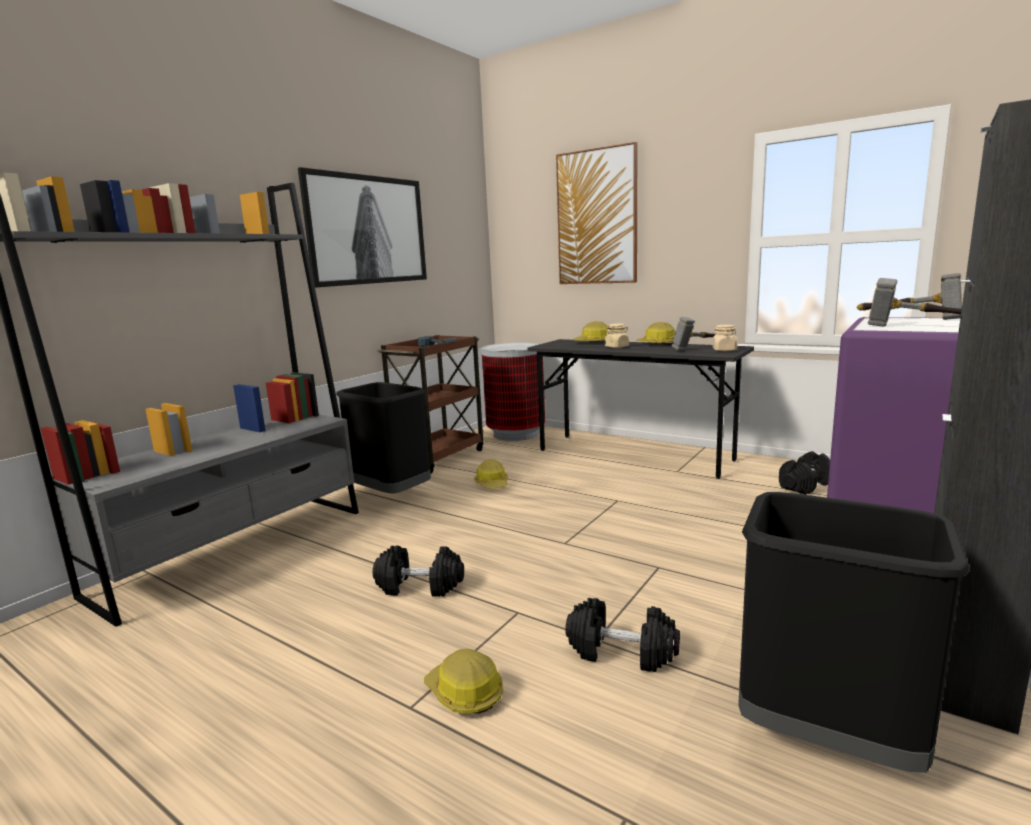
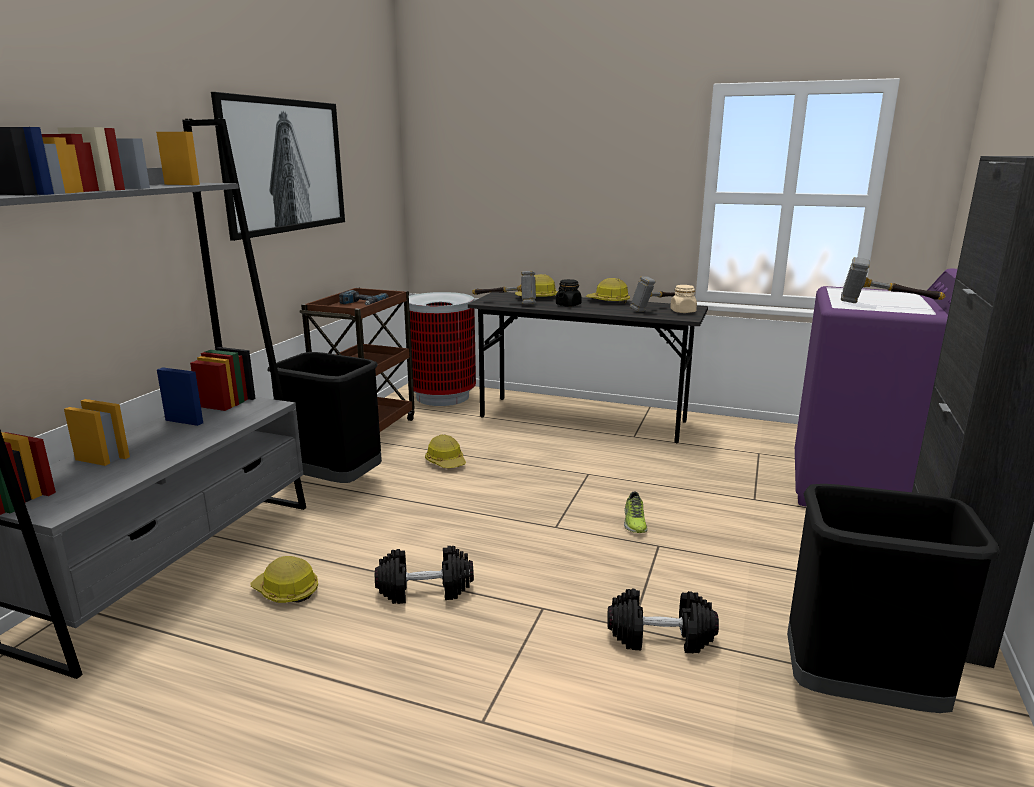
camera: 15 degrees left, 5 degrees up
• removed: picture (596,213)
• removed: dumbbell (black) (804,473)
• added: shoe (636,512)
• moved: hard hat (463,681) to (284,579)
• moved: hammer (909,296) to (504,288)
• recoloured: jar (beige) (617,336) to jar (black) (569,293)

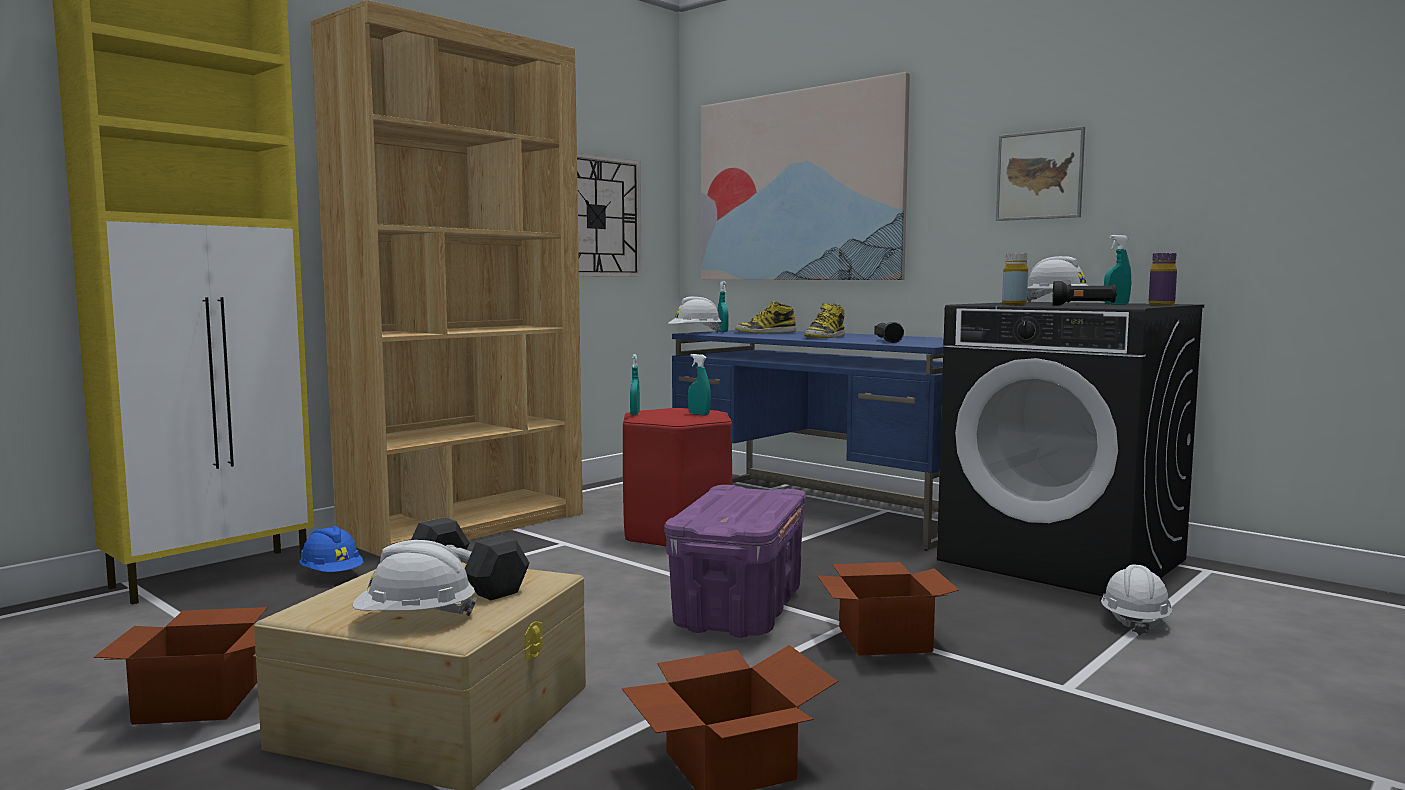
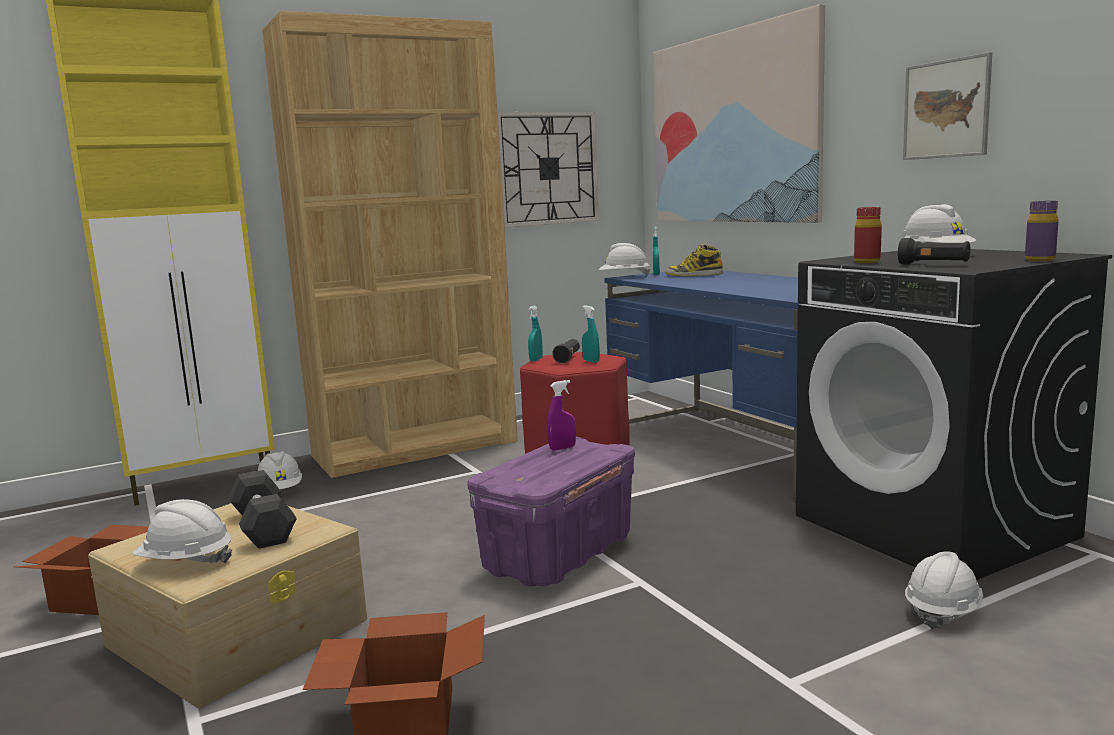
camera: 20 degrees right, 5 degrees up
• removed: boot (824,320)
• removed: cardboard box (888,609)
• removed: spray bottle (turquoise) (1117,270)
• added: spray bottle (purple) (561,415)
• moved: flashlight (black) (889,332) to (566,351)
• recoloured: hard hat (blue) (331,549) to hard hat (white) (280,470)
• recoloured: bottle (yellow) (1015,279) to bottle (red) (868,235)

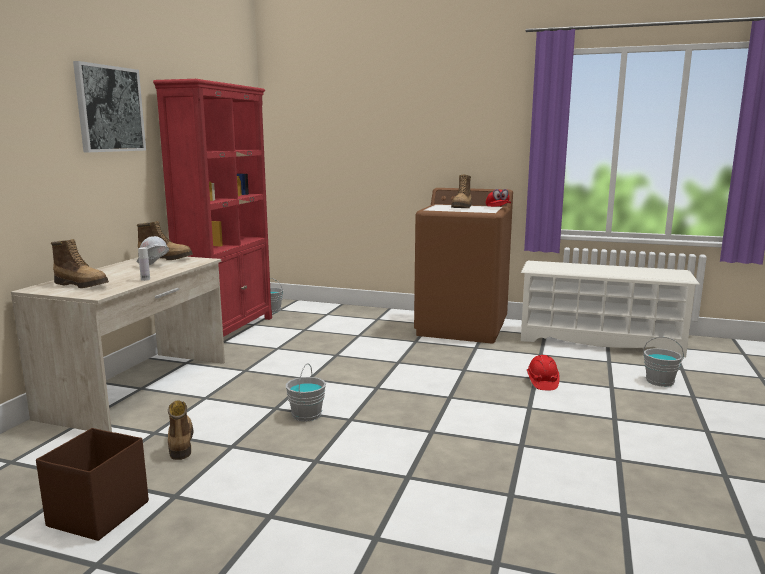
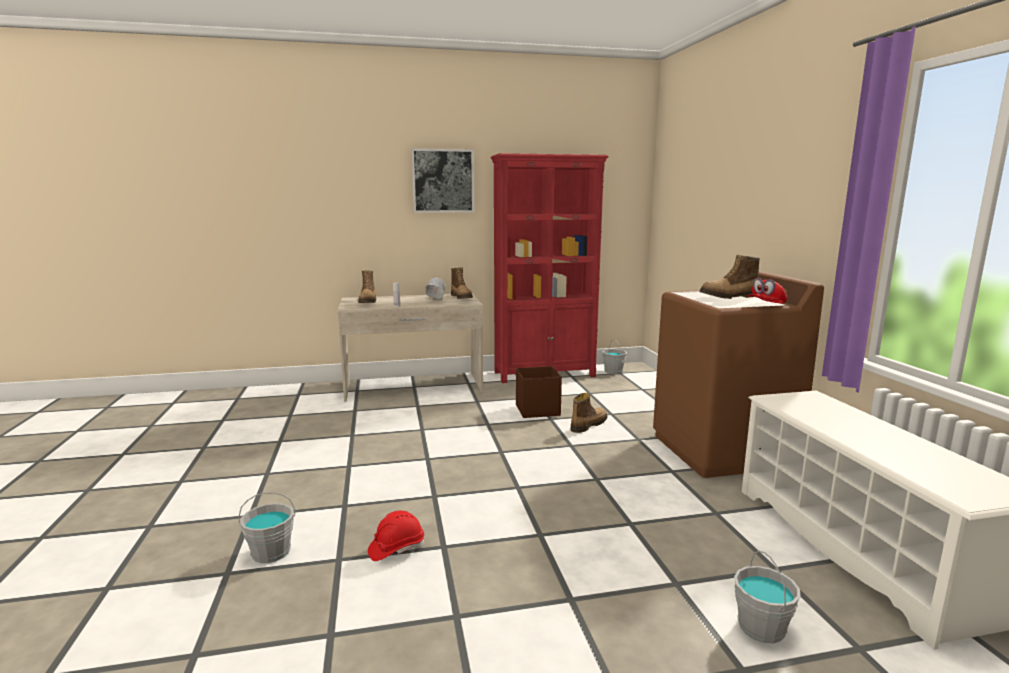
camera: 60 degrees right, 0 degrees up
• moved: storage box (brown) (92,484) to (539,392)
• moved: boot (181,430) to (588,413)
• moved: bucket (grey) (306,392) to (266,527)
• moved: hard hat (red) (543,372) to (396,535)

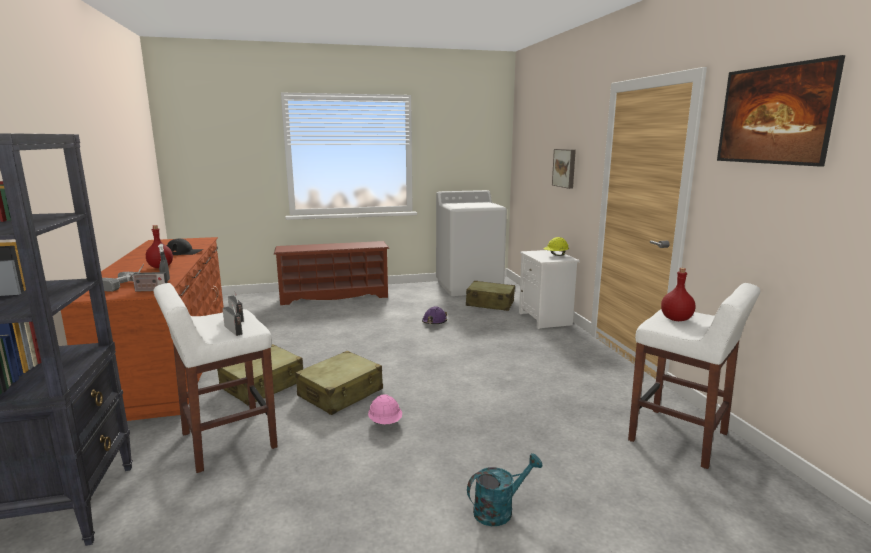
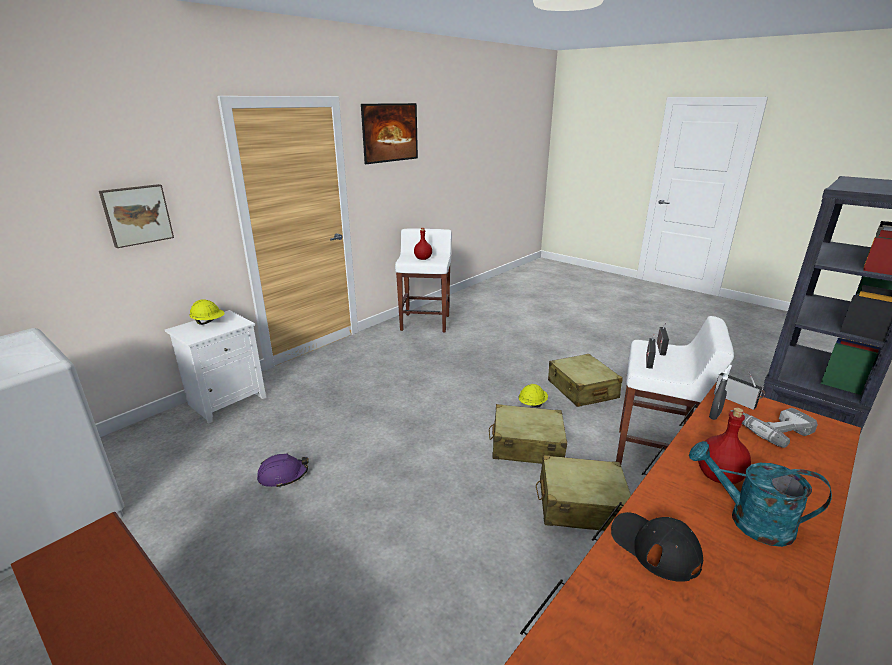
camera: 125 degrees left, 10 degrees up
• moved: suitcase (beige) (490,296) to (585,380)
• moved: watering can (turquoise) (505,489) to (760,494)
• recoloured: hard hat (pink) (385,409) to hard hat (yellow) (533,395)

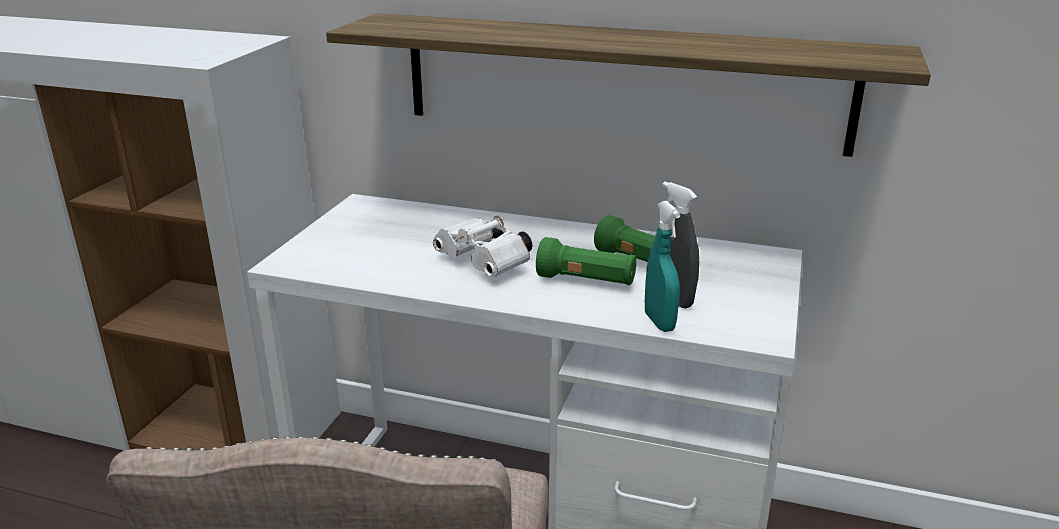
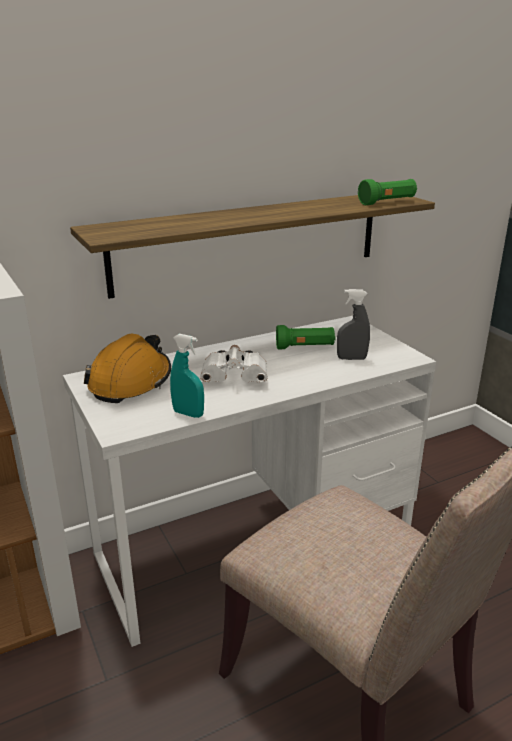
camera: 45 degrees left, 0 degrees up
• added: hard hat (orange) (127,368)
• moved: flashlight (green) (586,261) to (387,192)
• moved: spray bottle (turquoise) (662,266) to (187,376)

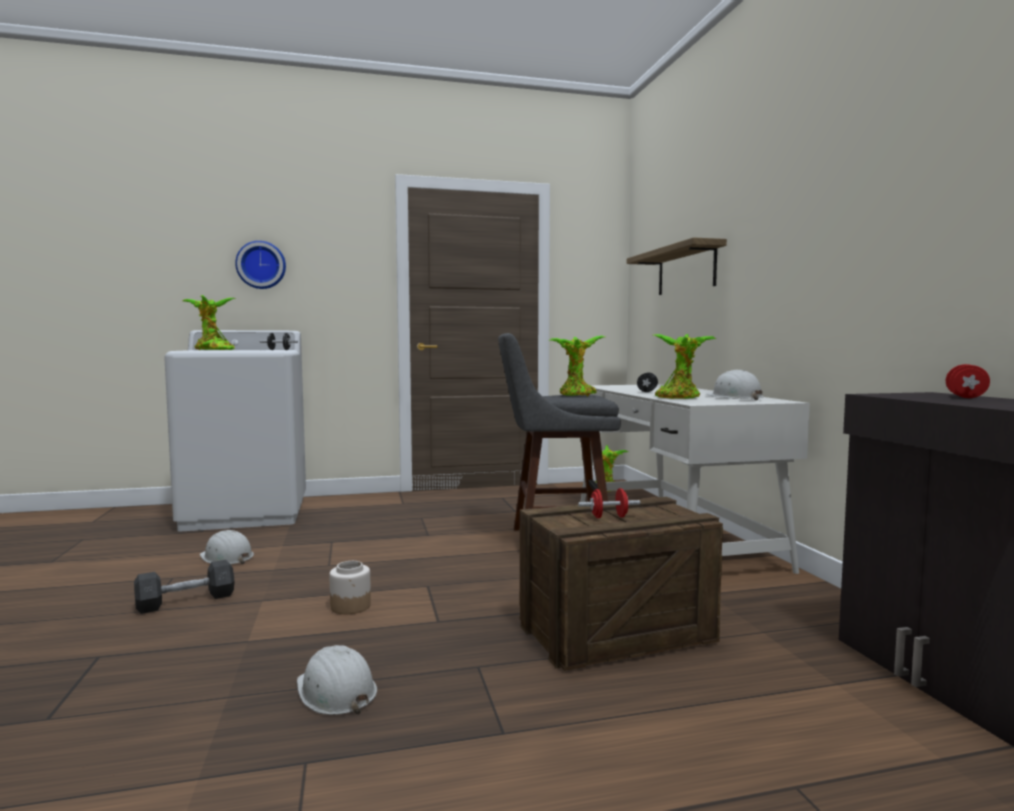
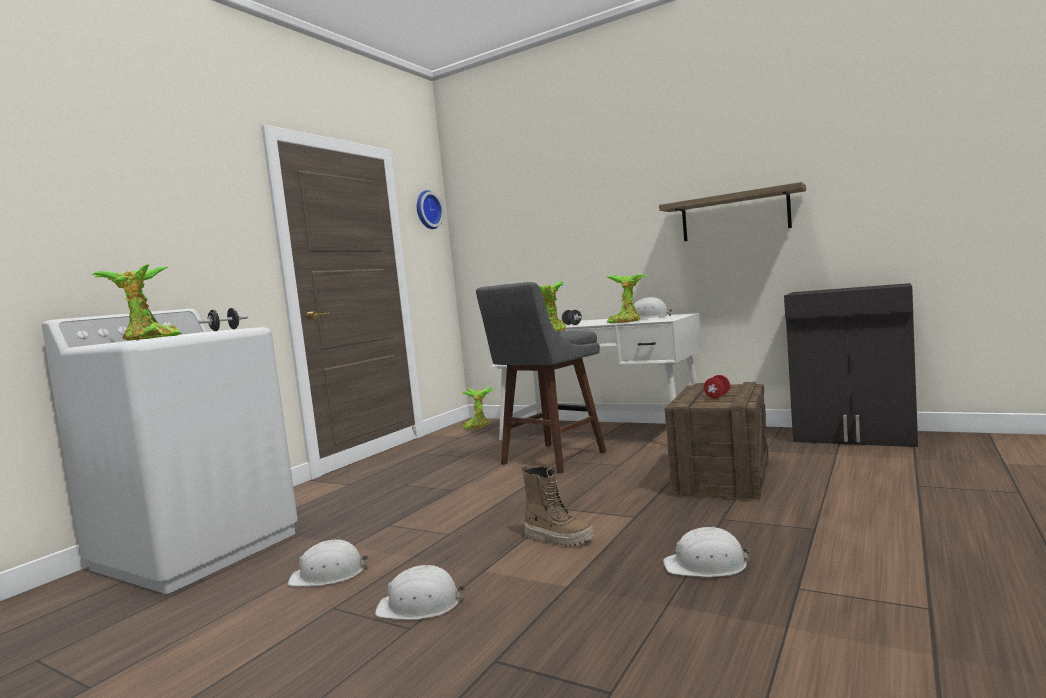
camera: 45 degrees left, 0 degrees up
• removed: dumbbell (red) (968,381)
• moved: wall clock (260,265) to (430,209)
• moved: shelf (677,266) to (732,211)
• replaced: dumbbell (grey) (184,587) to hard hat (white) (420,592)
• replaced: jar (350,587) to boot (558,506)

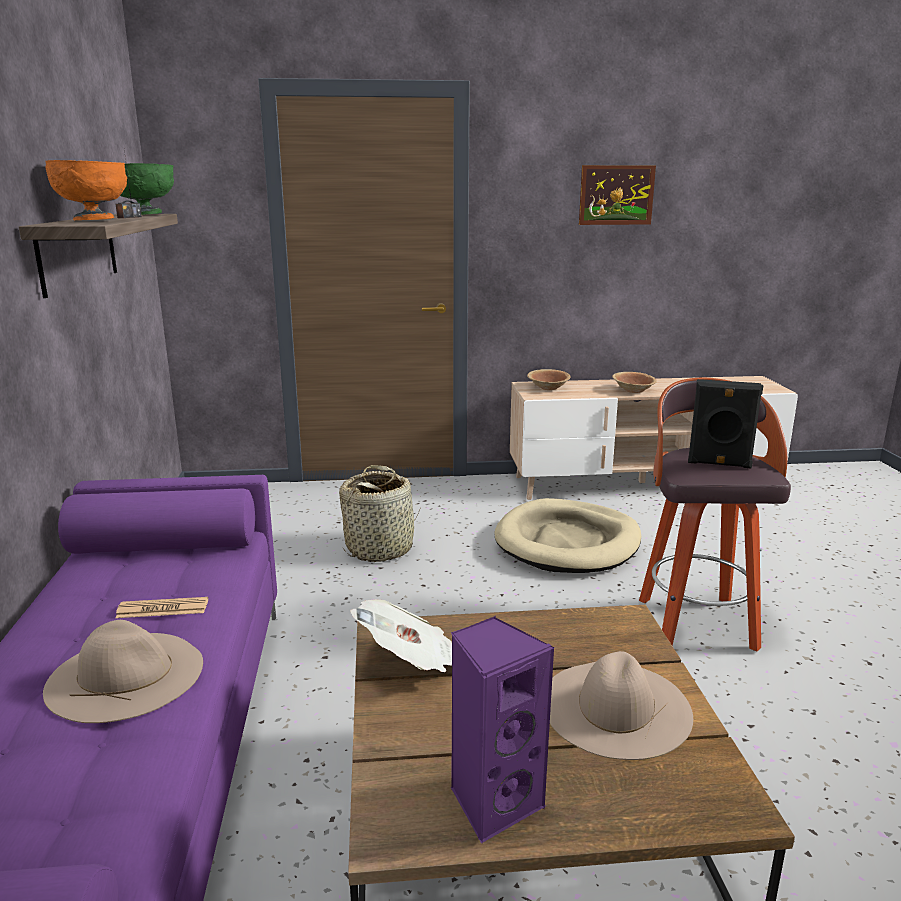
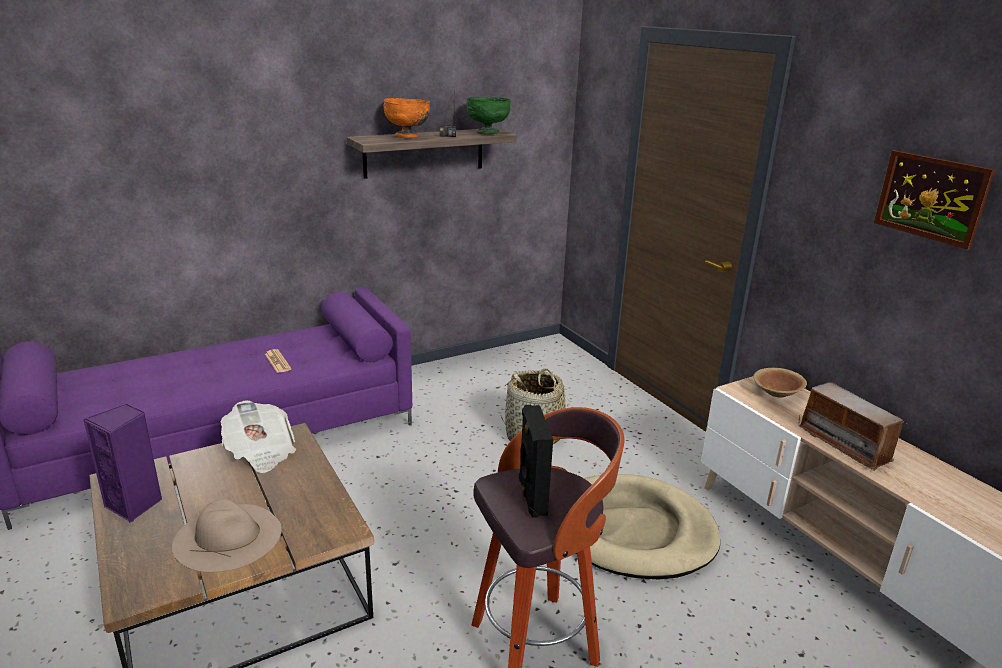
camera: 65 degrees right, 5 degrees up
• removed: hat (beige) (123,671)
• replaced: bowl (brown) (634,382) to radio (853,426)

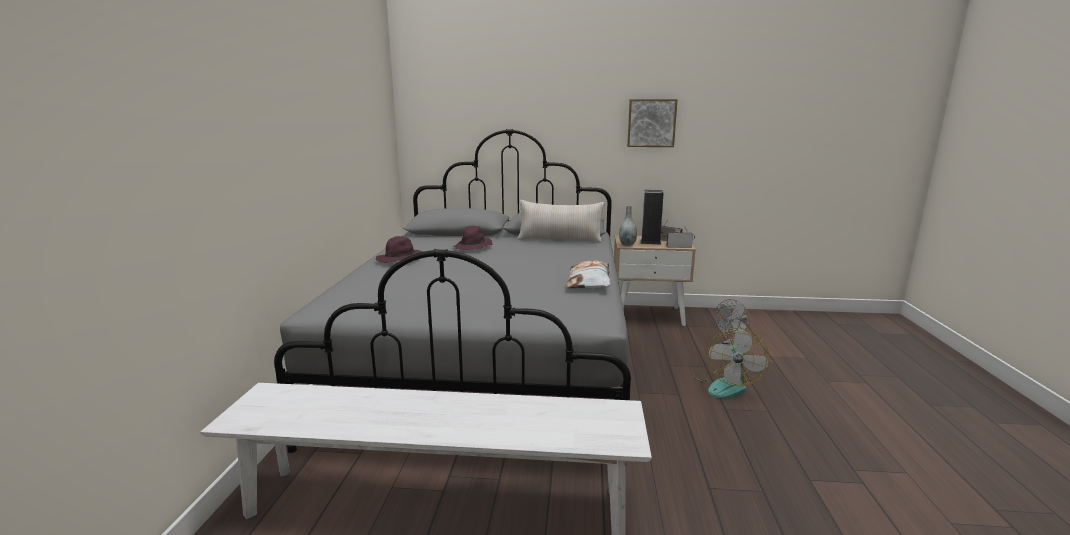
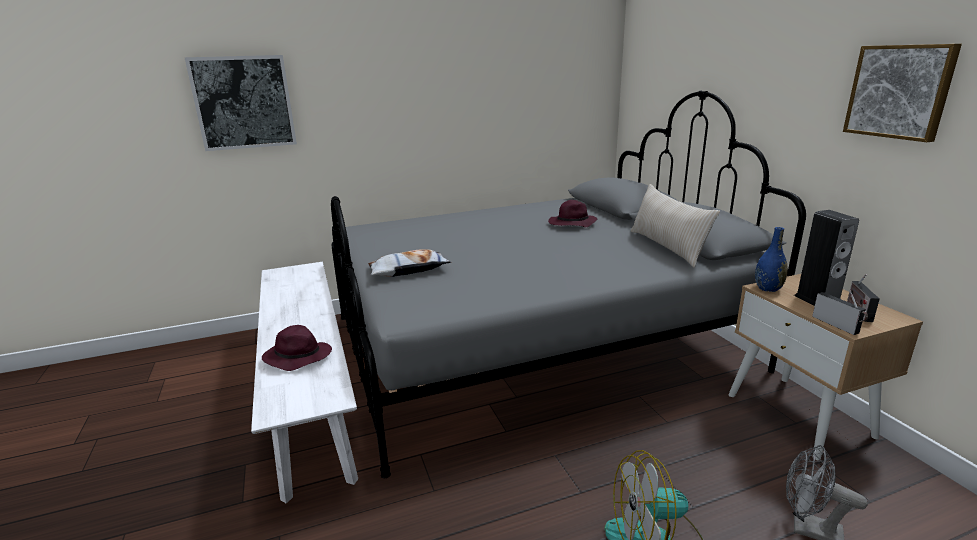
camera: 65 degrees right, 5 degrees up
• added: picture (240,103)
• moved: hat (purple) (399,249) to (297,348)
• moved: pillow (588,274) to (409,263)
• recoloured: vase (grey) (628,225) to vase (blue) (771,259)

